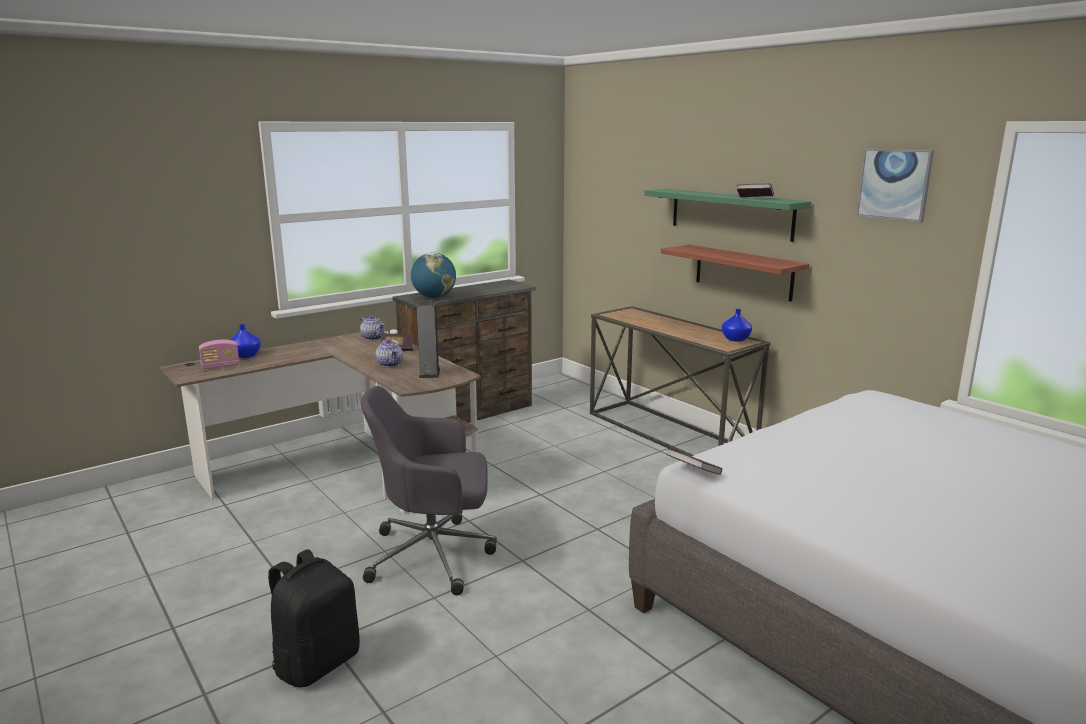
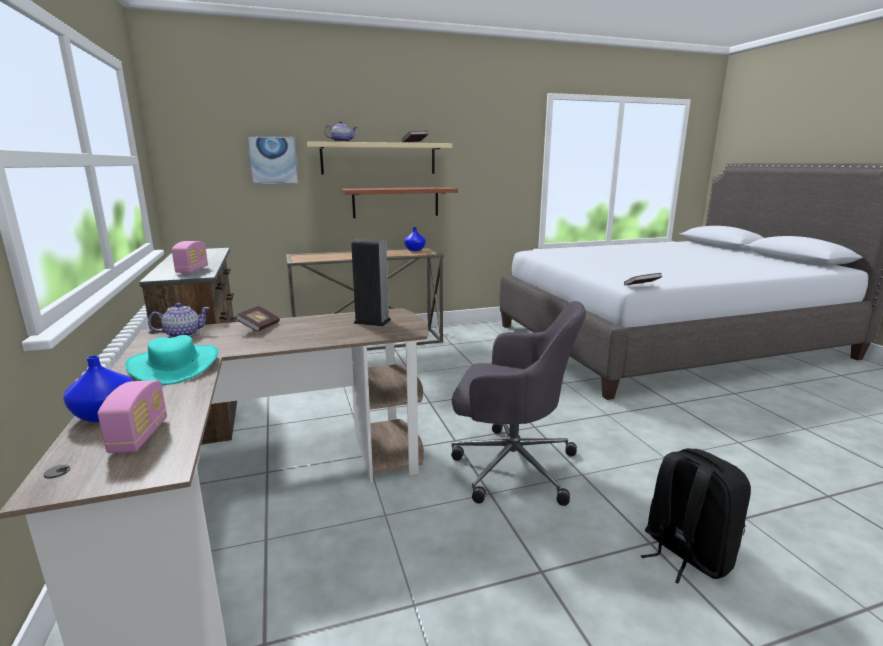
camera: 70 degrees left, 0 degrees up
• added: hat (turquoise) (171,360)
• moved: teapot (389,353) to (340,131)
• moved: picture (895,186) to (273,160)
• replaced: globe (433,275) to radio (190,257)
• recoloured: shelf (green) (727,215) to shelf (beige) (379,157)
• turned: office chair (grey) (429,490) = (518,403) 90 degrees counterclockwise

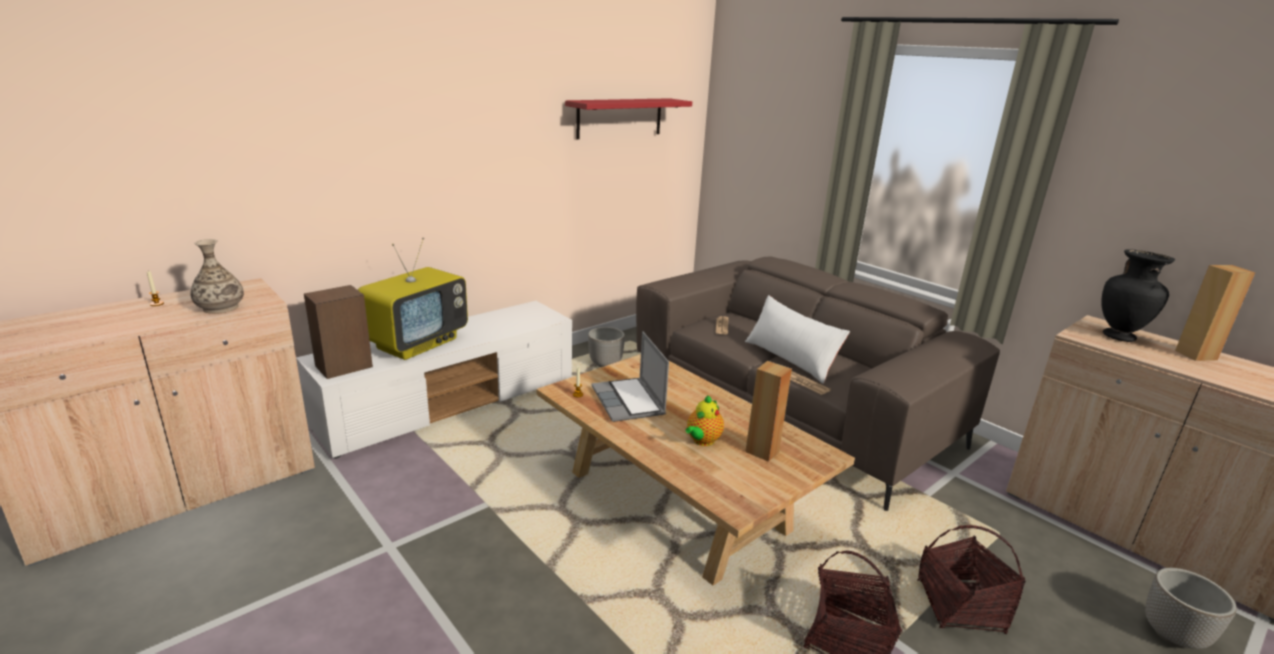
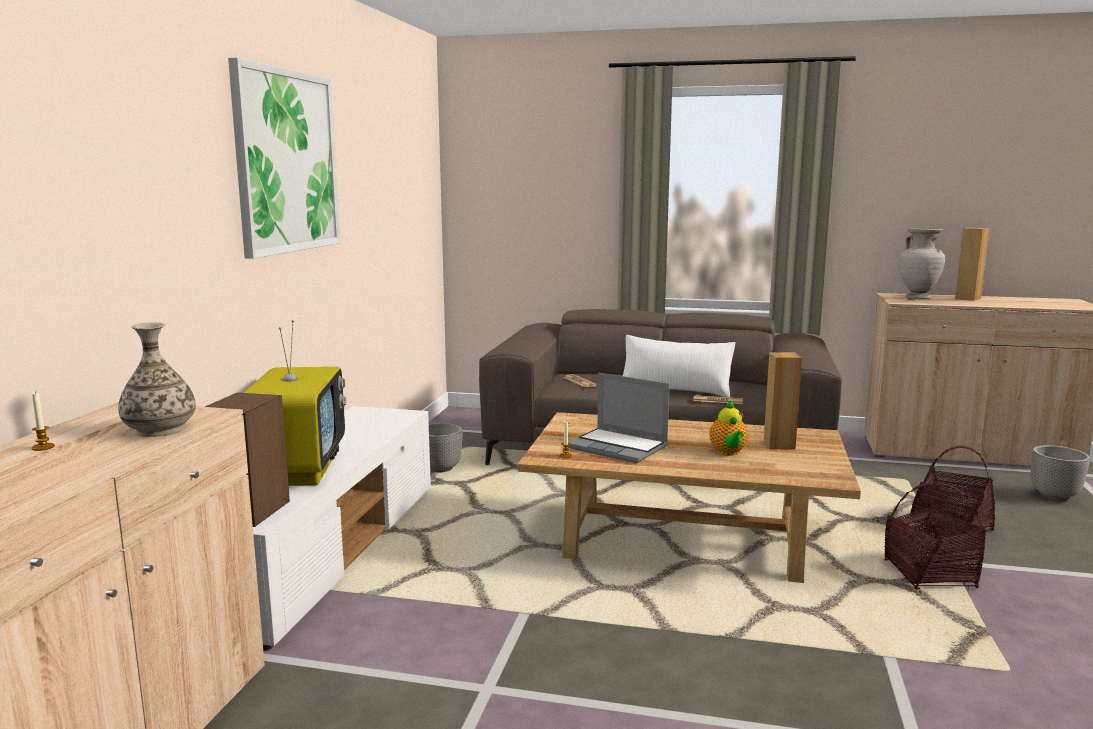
camera: 35 degrees left, 10 degrees down
• removed: shelf (red) (628,118)
• added: picture (284,158)
• recoloured: vase (black) (1138,295) to vase (beige) (922,263)

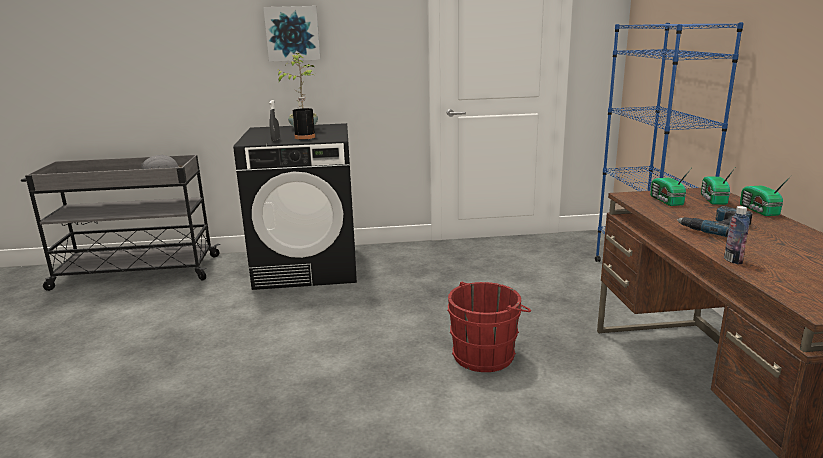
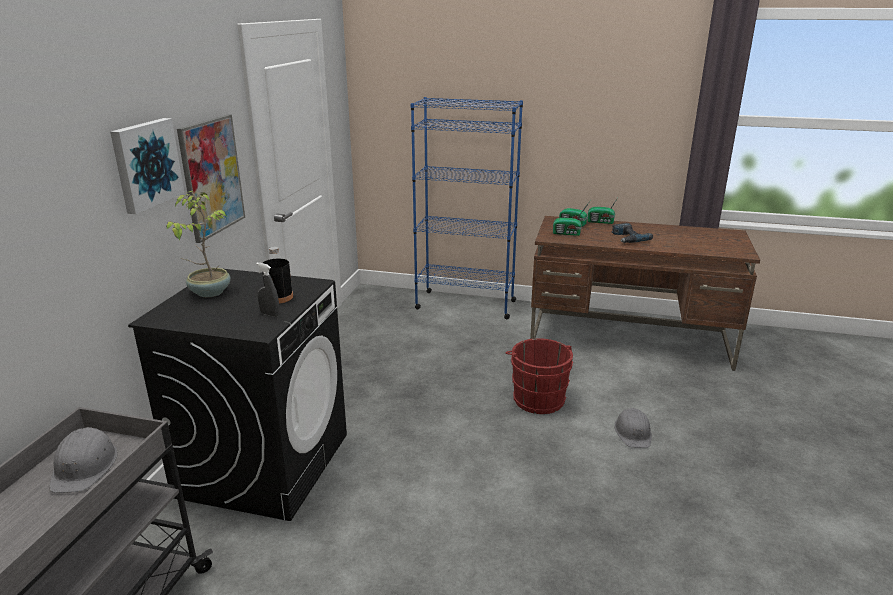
camera: 70 degrees left, 5 degrees up
• removed: bottle (737,235)
• added: picture (211,178)
• added: hard hat (grey) (633,428)

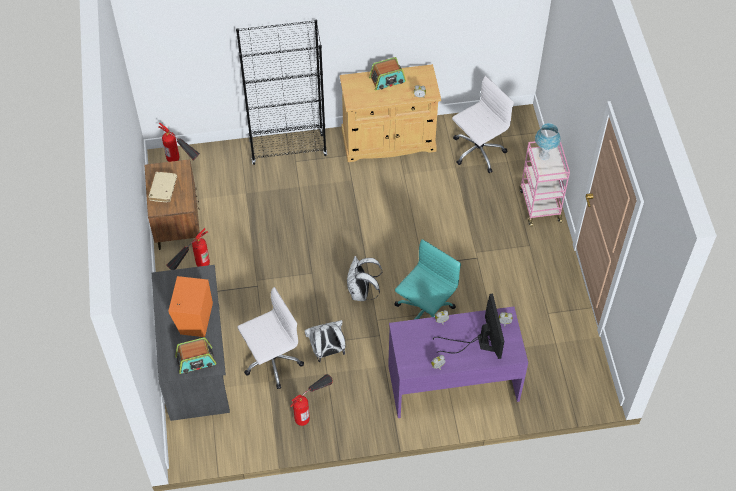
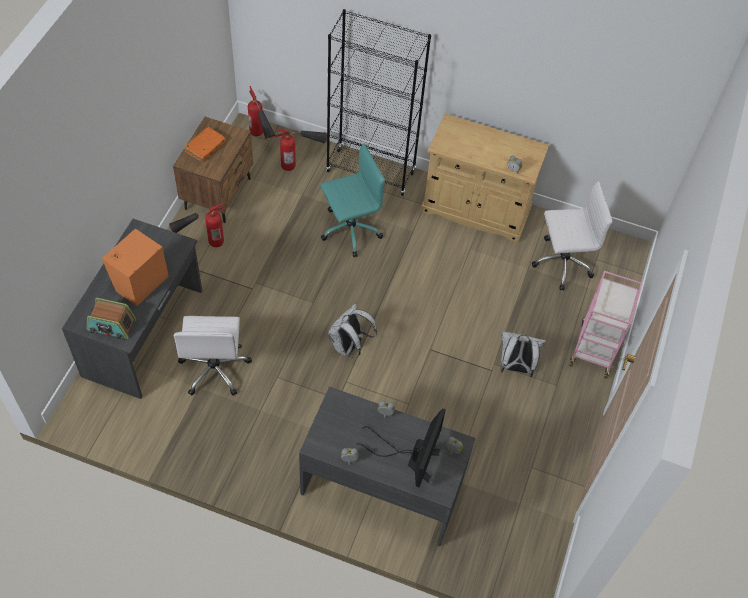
camera: 25 degrees right, 0 degrees up
• removed: radio (387,73)
• removed: table lamp (blue) (548,141)
• moved: fire extinguisher (311,400) to (300,150)
• moved: backpack (white) (325,341) to (523,354)
• moved: office chair (turquoise) (428,279) to (352,200)
• recoloured: book (beige) (163,187) to book (orange) (205,144)
• recoloured: desk (purple) (458,362) to desk (grey) (387,466)
• turned: office chair (white) (271,338) = (213,356) 90 degrees clockwise

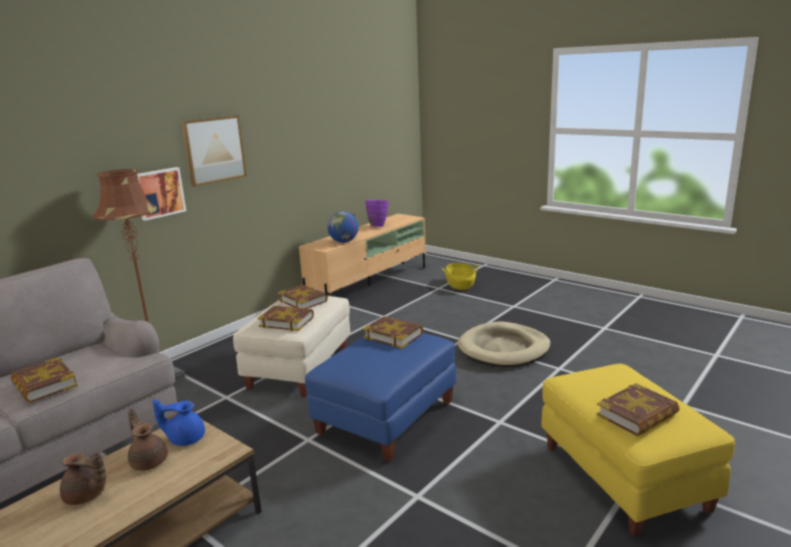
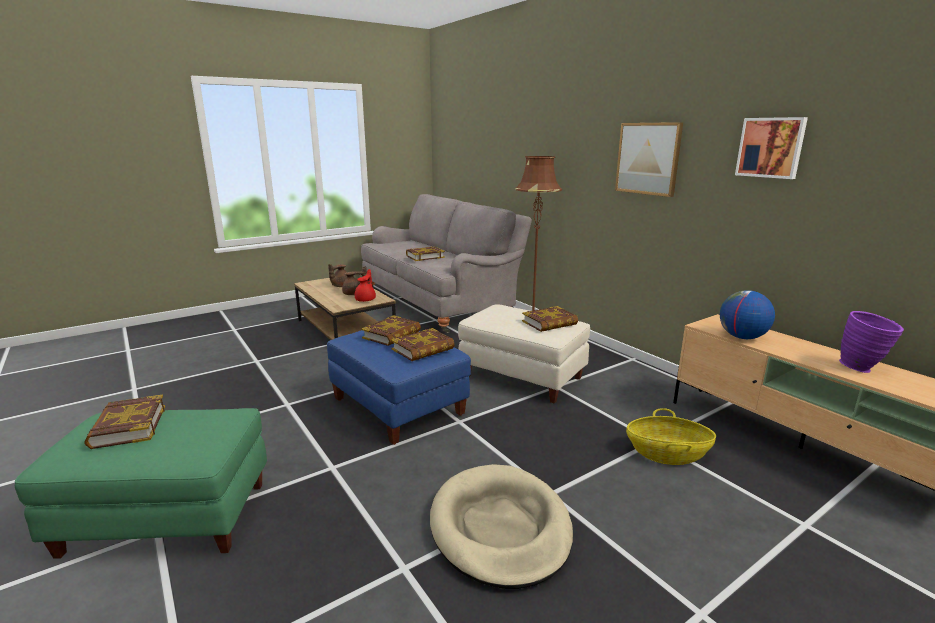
camera: 105 degrees right, 0 degrees up
• moved: picture (161,194) to (771,148)
• moved: book (285,318) to (391,330)
• moved: basket (460,276) to (671,436)
• recoloured: teapot (blue) (178,423) to teapot (red) (365,285)
• recoloured: ottoman (yellow) (638,450) to ottoman (green) (141,483)

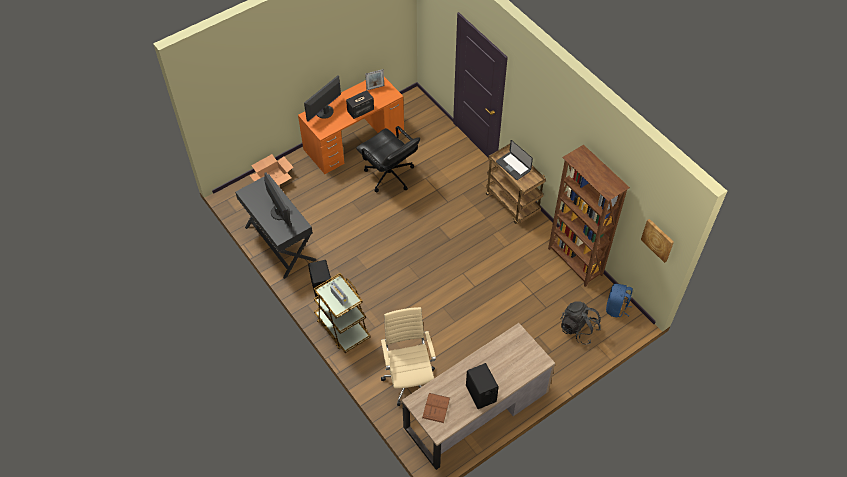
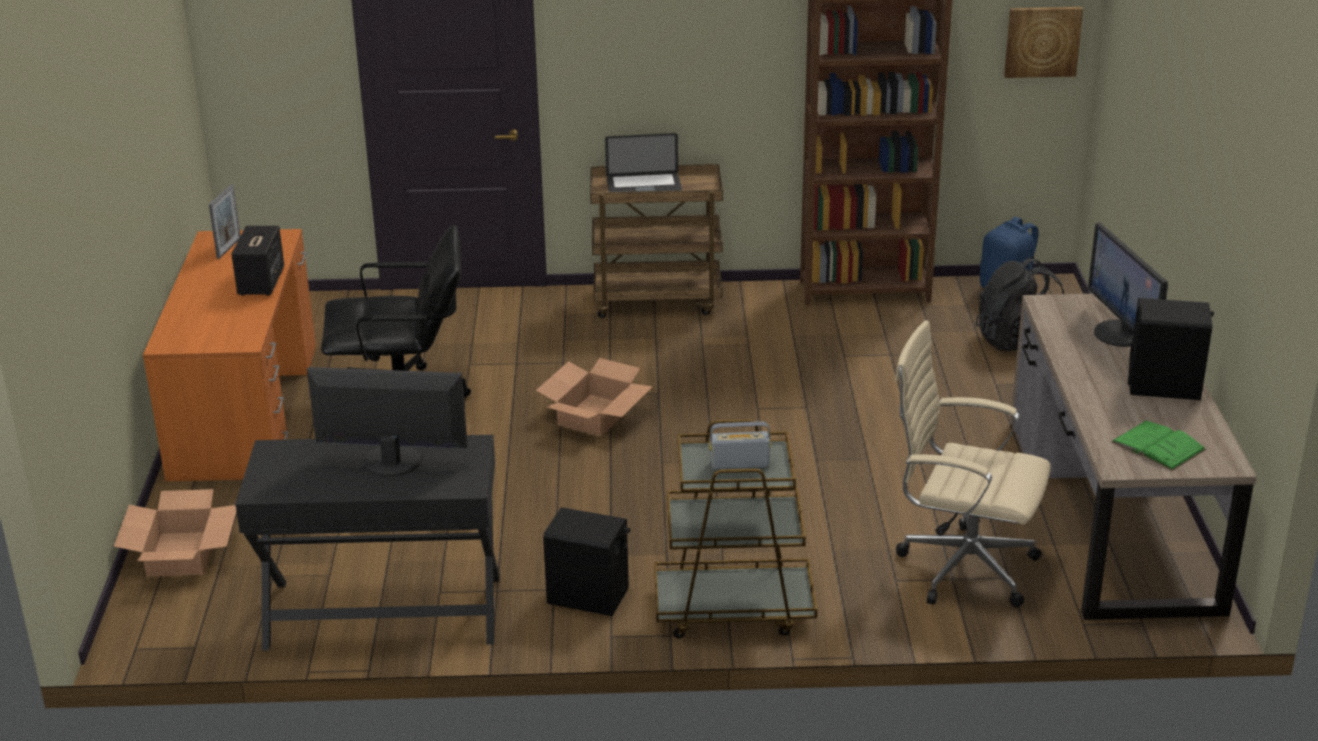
camera: 55 degrees left, 25 degrees down
• added: cardboard box (594,397)
• moved: monitor (322,98) to (1128,284)
• recoloured: book (brown) (436,408) to book (green) (1158,446)

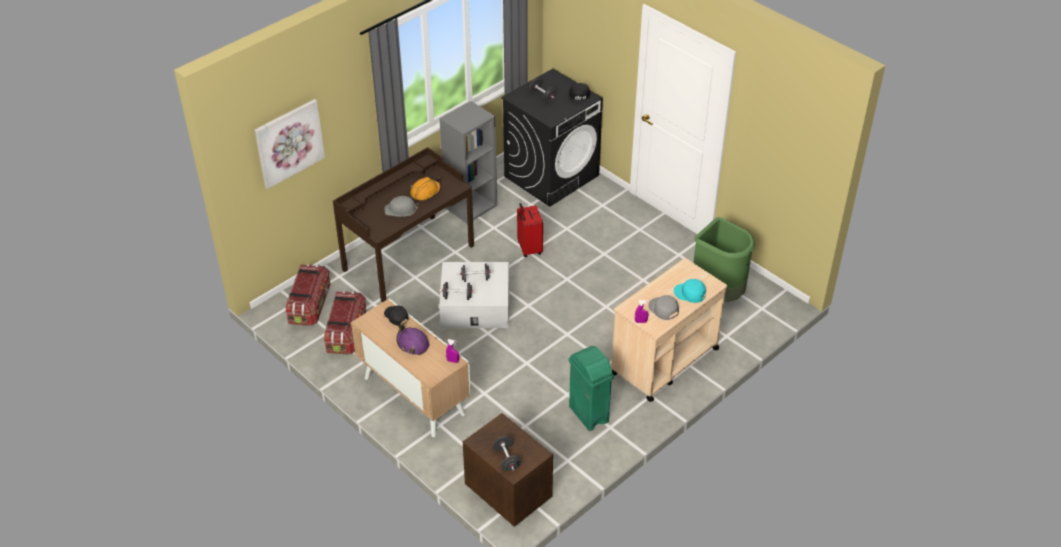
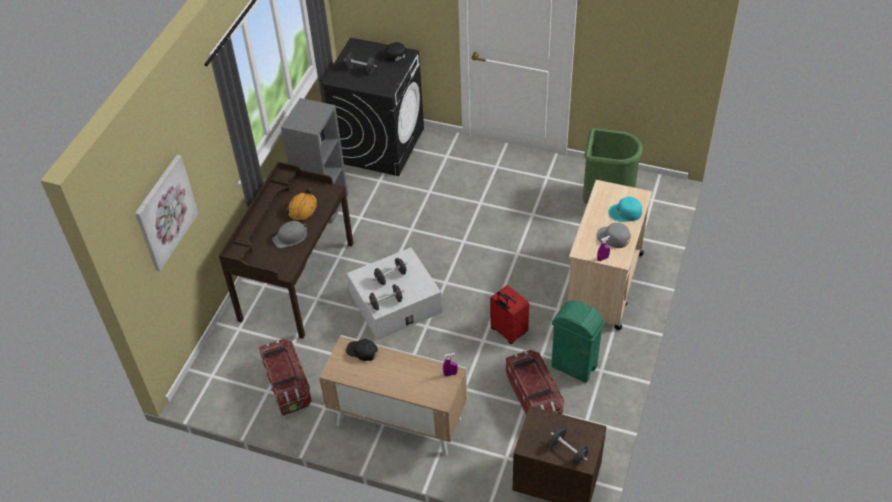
camera: 25 degrees left, 5 degrees up
• removed: hard hat (purple) (412,340)
• moved: storage box (308,295) to (535,382)
• moved: suitcase (red) (530,230) to (509,314)

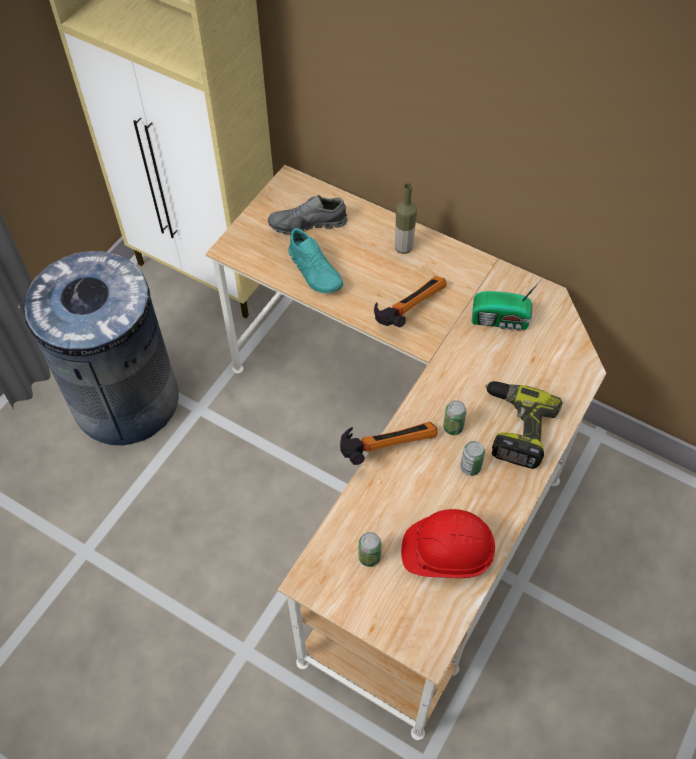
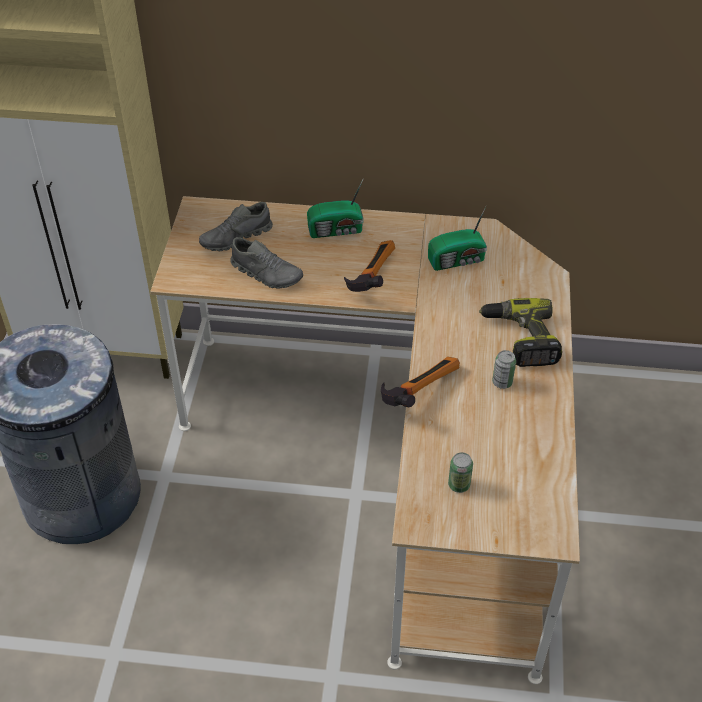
camera: 25 degrees left, 10 degrees down
• removed: hard hat (red) (448,543)
• removed: can (455,417)
• replaced: bottle (406,218) to radio (335,208)
• recoloured: shoe (turquoise) (315,260) to shoe (grey) (266,263)

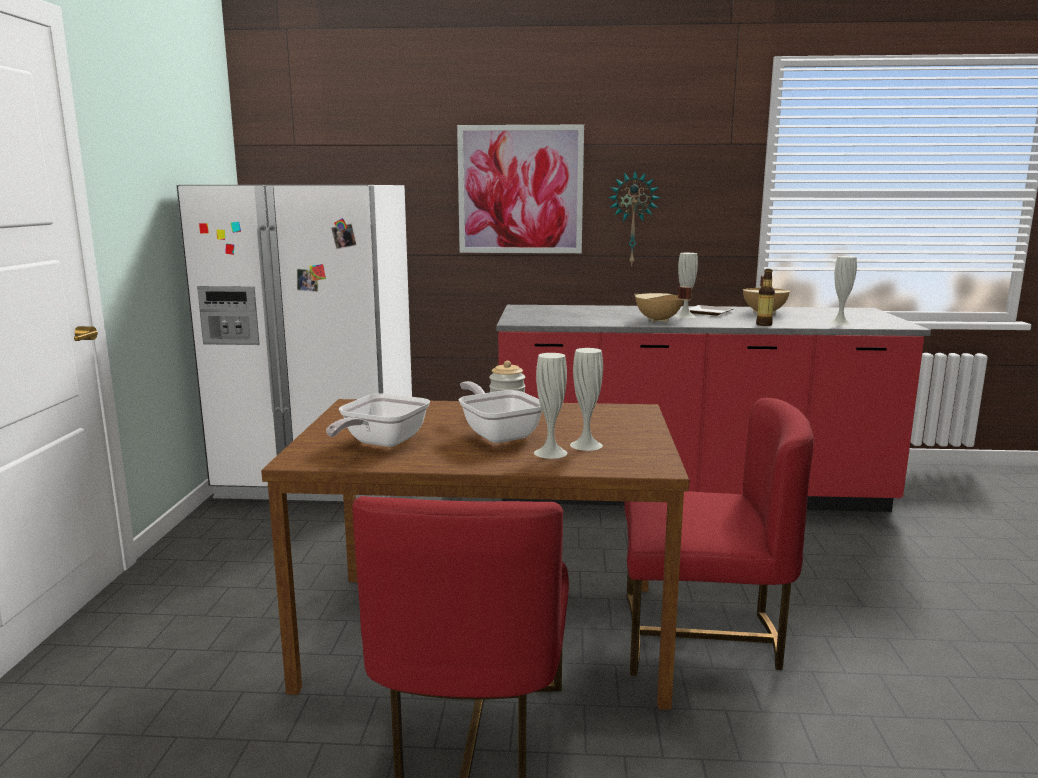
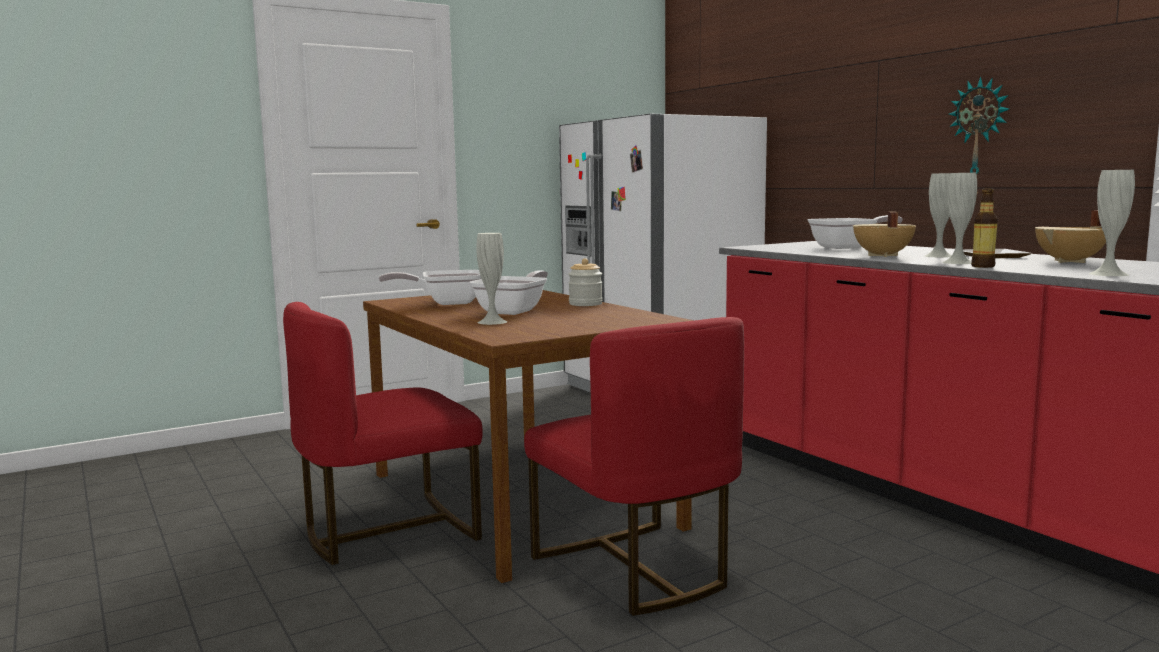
camera: 55 degrees right, 5 degrees down
• removed: picture (520,189)
• added: frying pan (855,232)
• moved: vase (white) (586,399) to (959,218)

